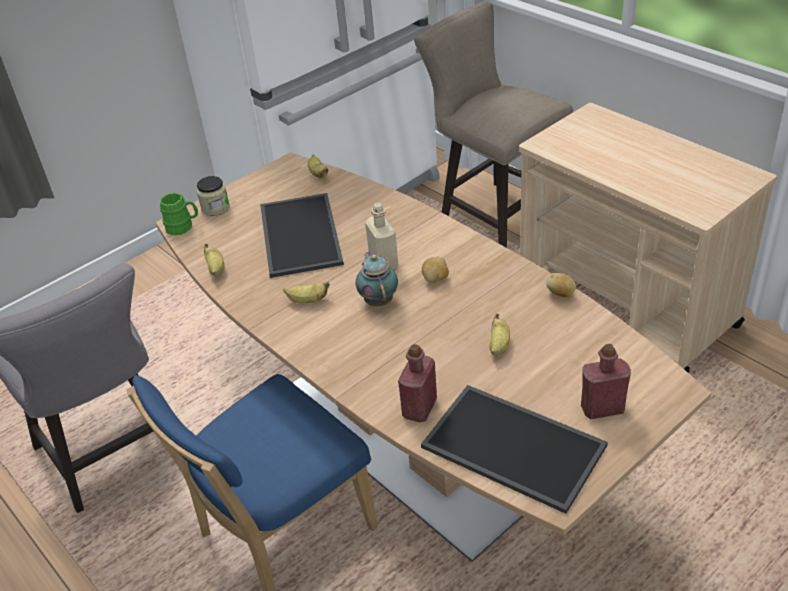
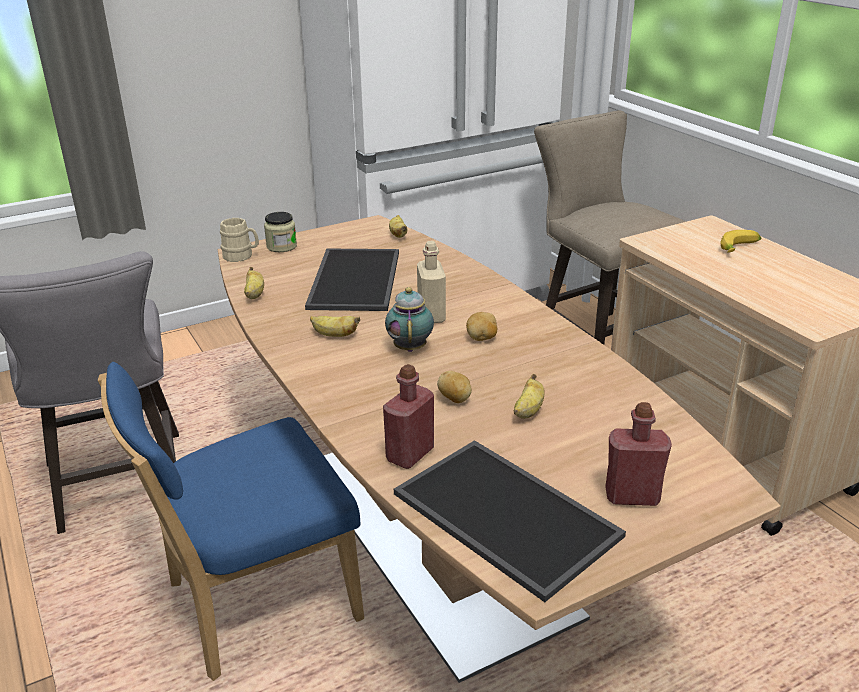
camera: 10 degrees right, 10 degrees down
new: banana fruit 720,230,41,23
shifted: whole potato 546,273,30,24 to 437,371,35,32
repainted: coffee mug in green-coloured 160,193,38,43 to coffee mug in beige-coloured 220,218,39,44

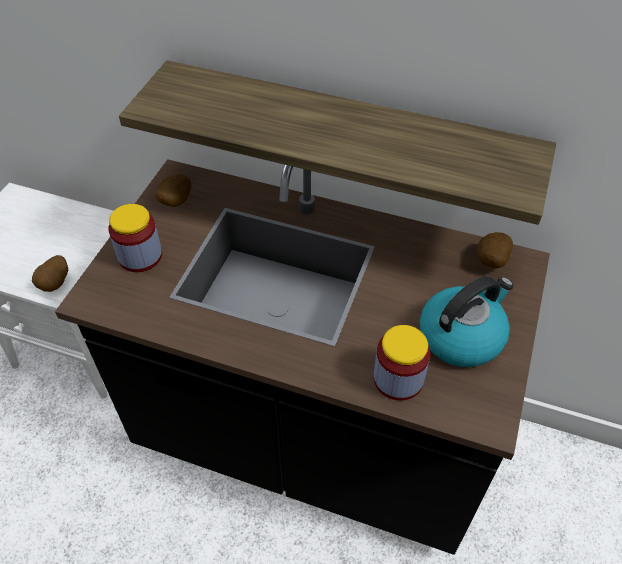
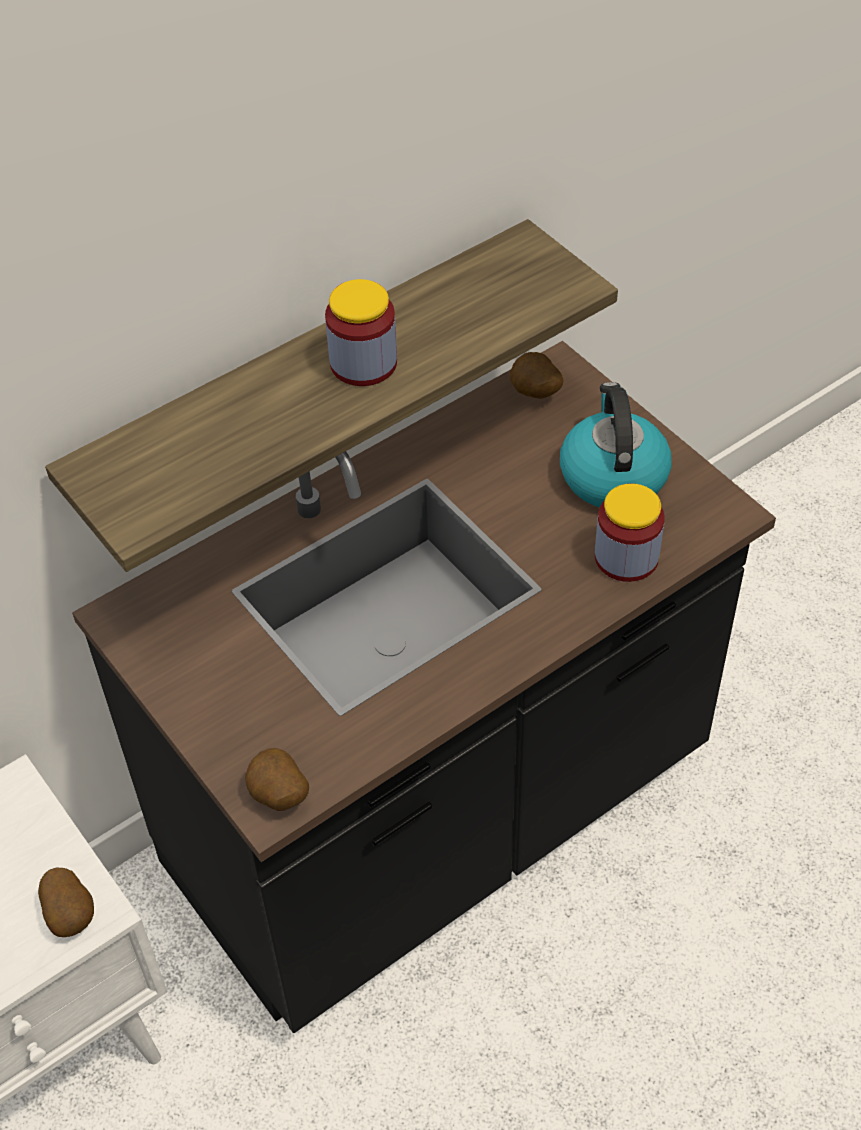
camera: 55 degrees left, 0 degrees up
shifted: whole potato 155,174,36,33 to 245,748,64,63; storage jar 108,204,54,68 to 325,279,72,107

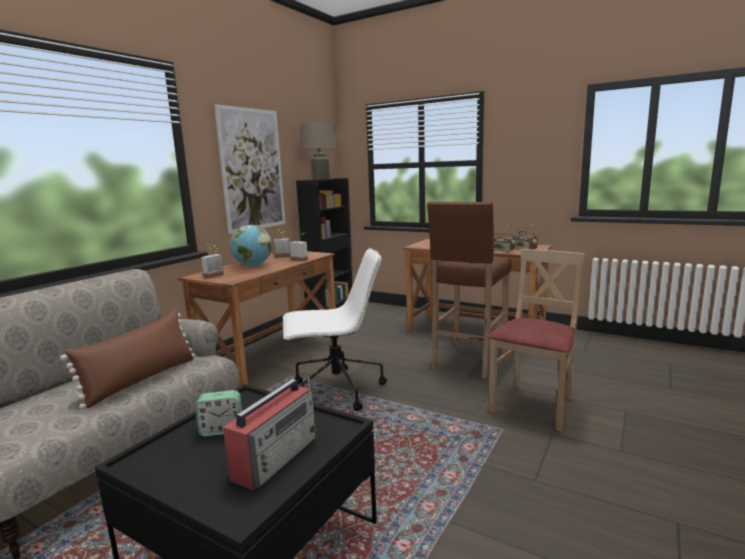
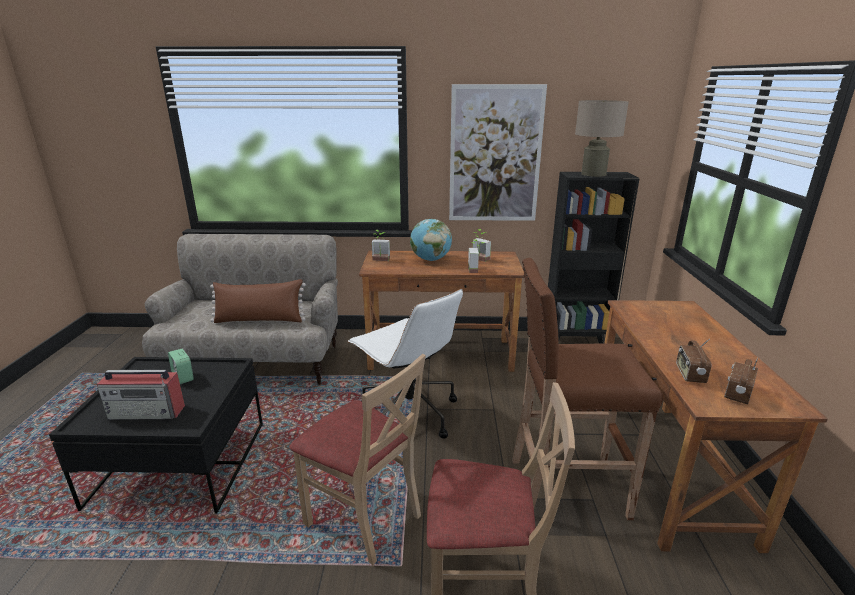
camera: 60 degrees right, 10 degrees up
new: chair in beige-coloured 289,354,137,213

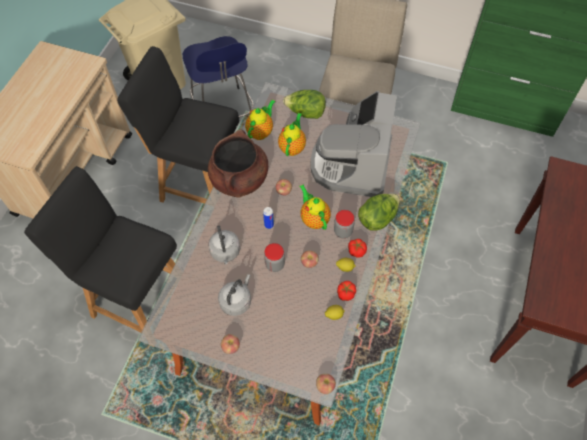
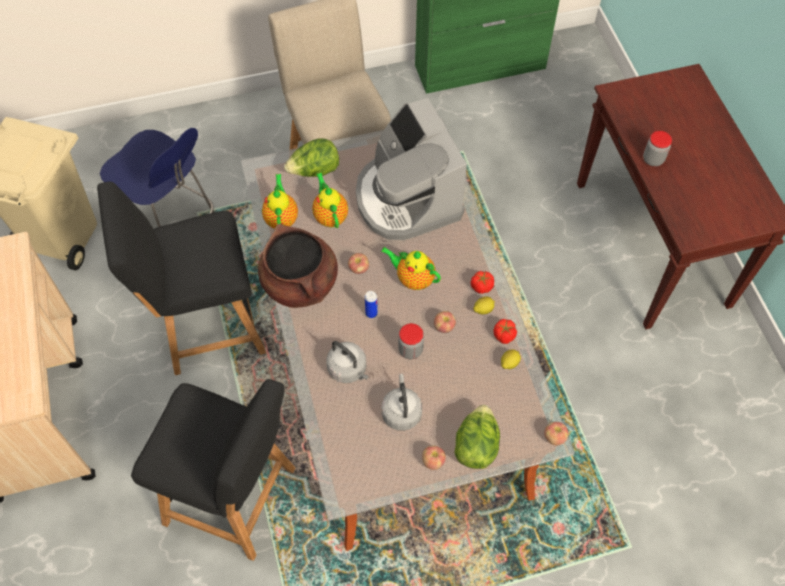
camera: 35 degrees left, 0 degrees up
shifted: lettuce head 358,194,42,37 to 454,405,46,64; storage jar 334,210,21,28 to 643,131,29,35
rotated: chair in black 24,166,153,181 = 131,379,164,182 150 degrees counterclockwise

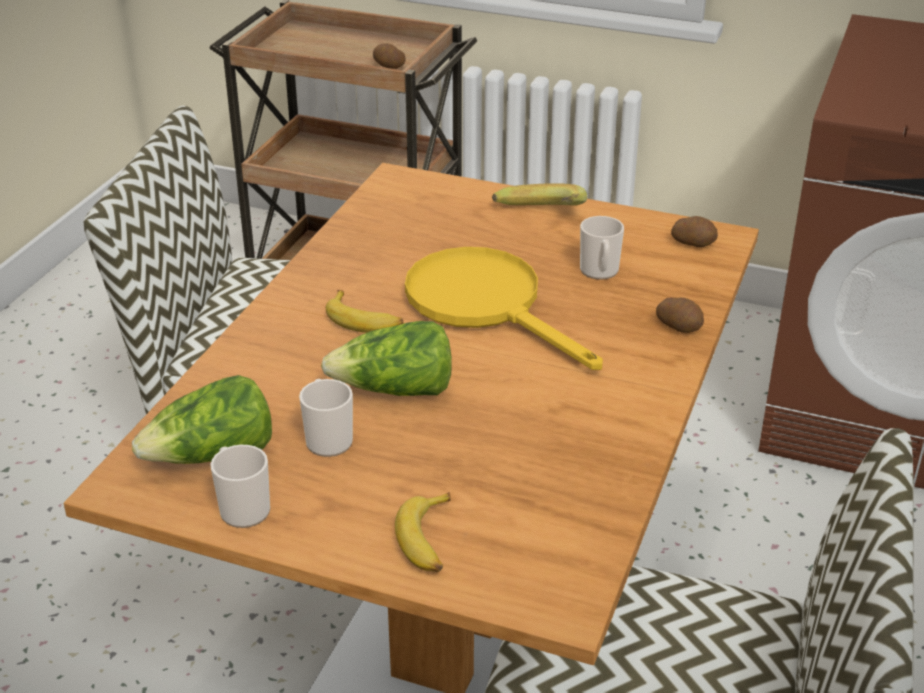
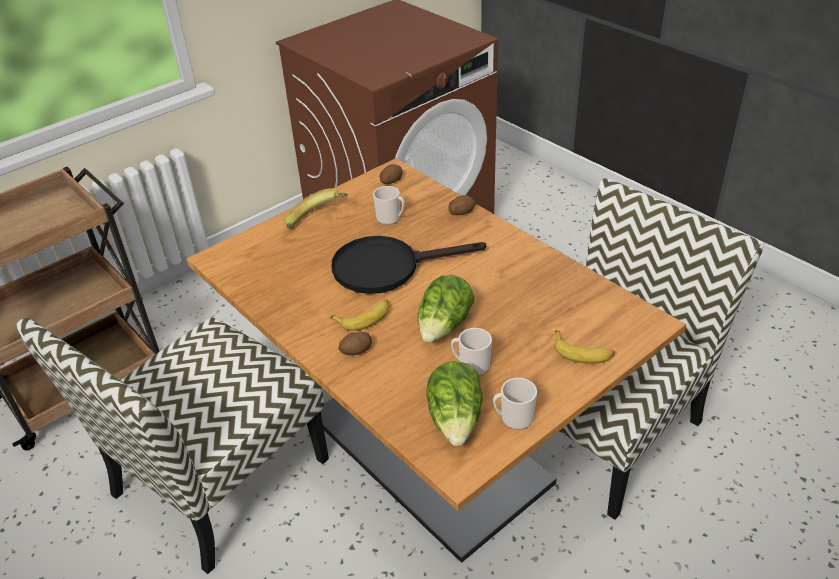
camera: 60 degrees left, 5 degrees up
shifted: whole potato 373,44,33,25 to 338,332,34,23
repainted: pan in yellowish 405,247,198,123 to pan in black 332,236,154,58

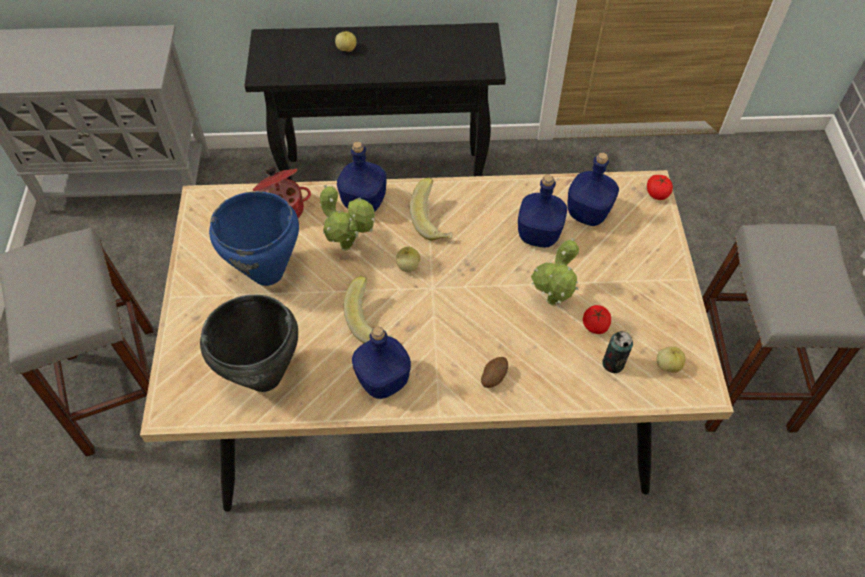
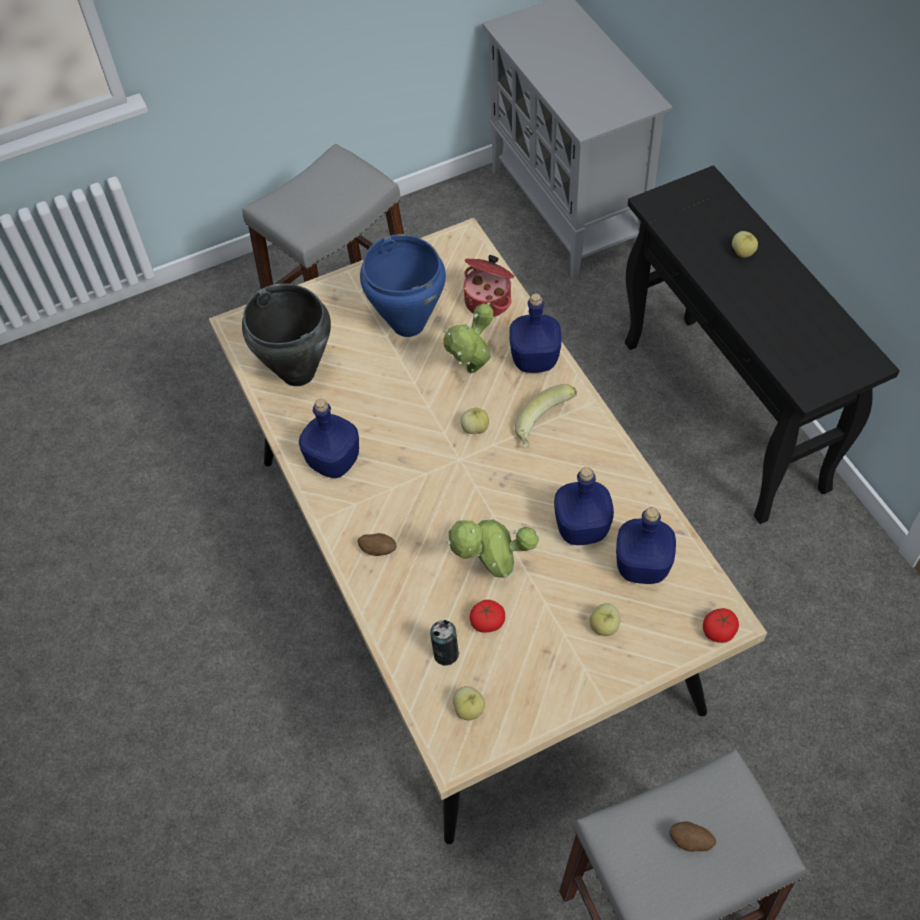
camera: 70 degrees right, 0 degrees up
gone: banana fruit 344,275,49,68
new: apple 590,603,30,33; whole potato 670,822,46,30

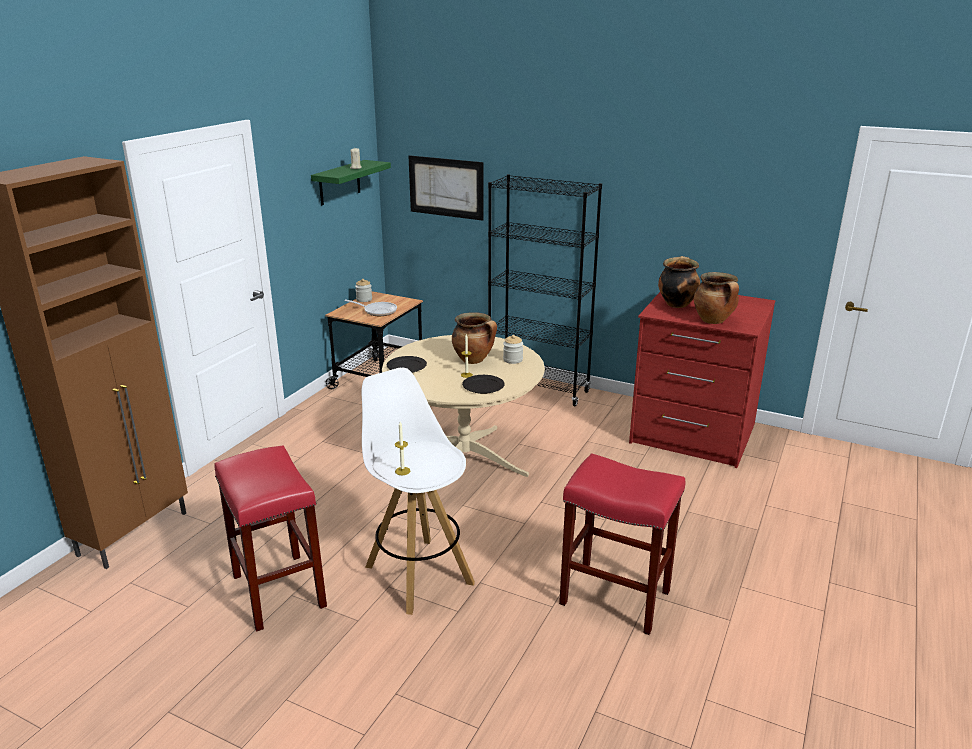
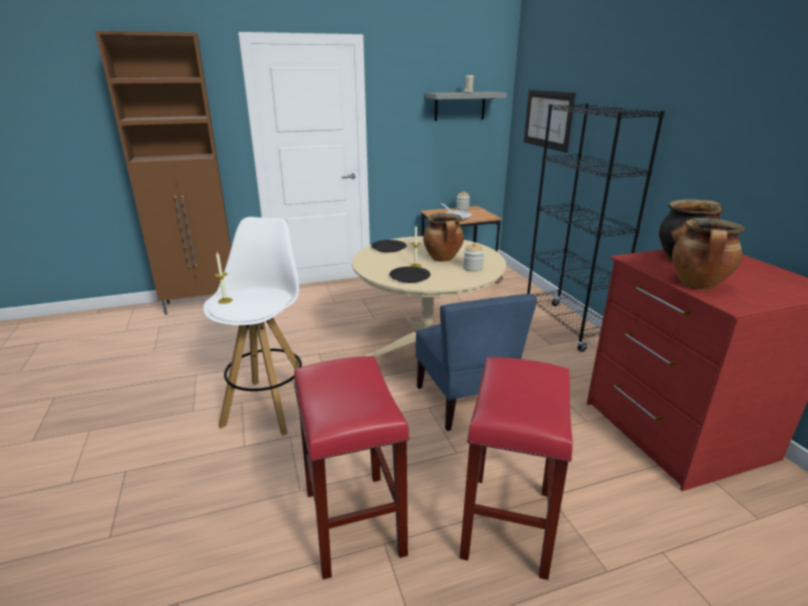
camera: 45 degrees right, 0 degrees up
new: chair in bluish 416,294,121,137
shifted: sitting stool in reddish 215,446,112,185 to 460,357,113,223
repainted: wall shelf in green-coloured 311,160,80,45 to wall shelf in grey 426,92,81,29

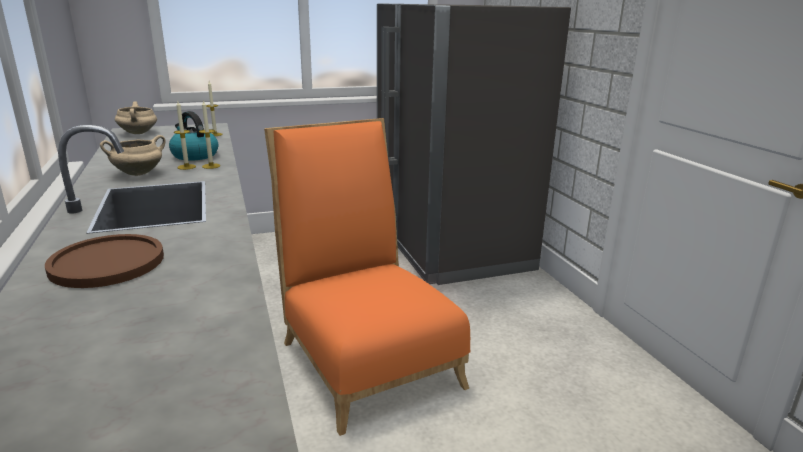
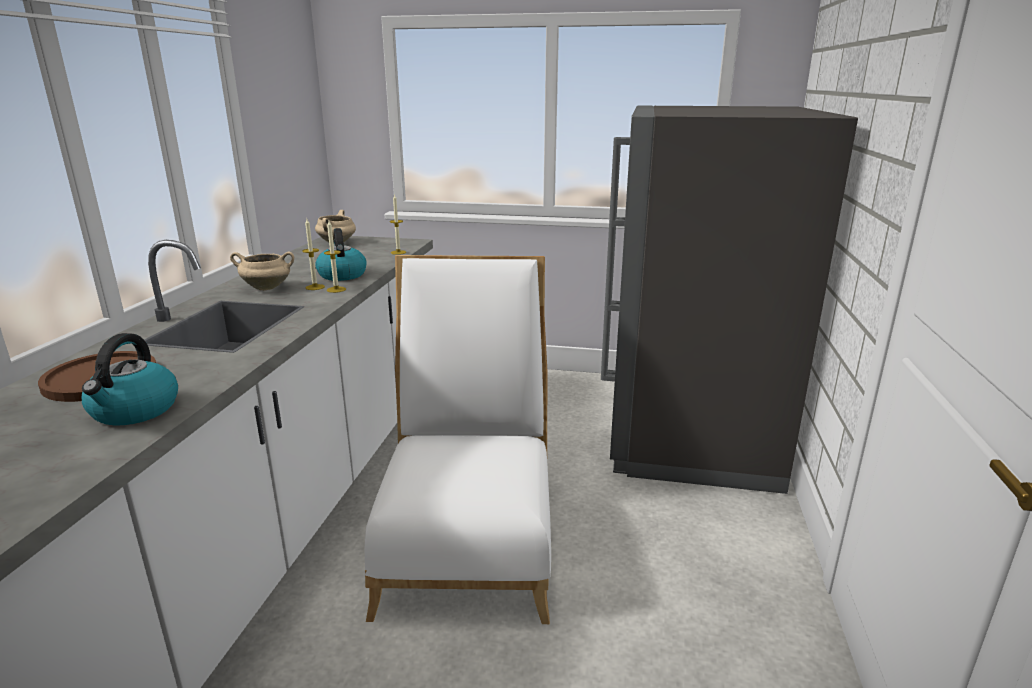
camera: 30 degrees right, 0 degrees up
new: kettle 82,333,96,93
repainted: chair in orange-coloured 264,118,206,318 to chair in whitish 365,255,186,369

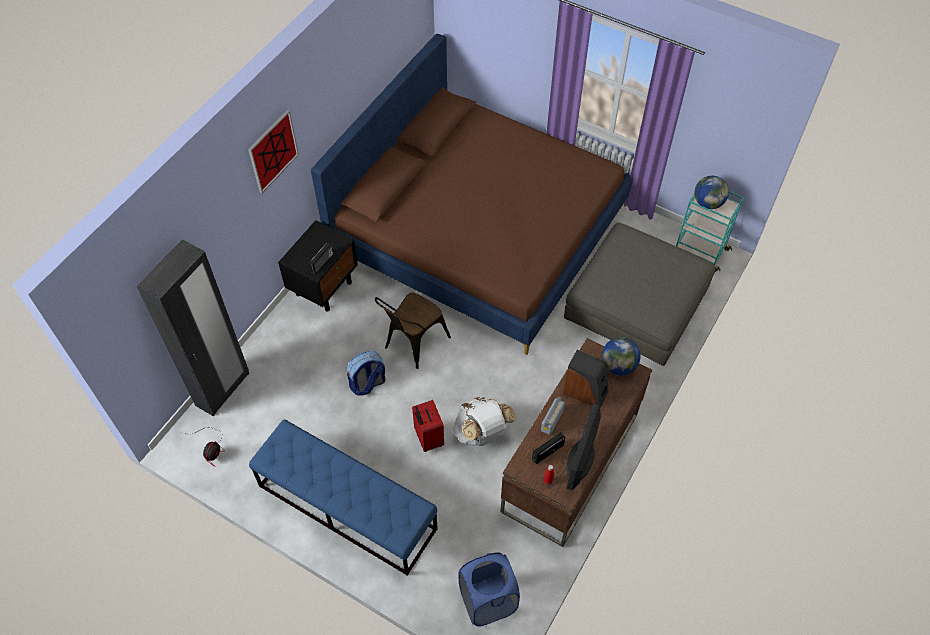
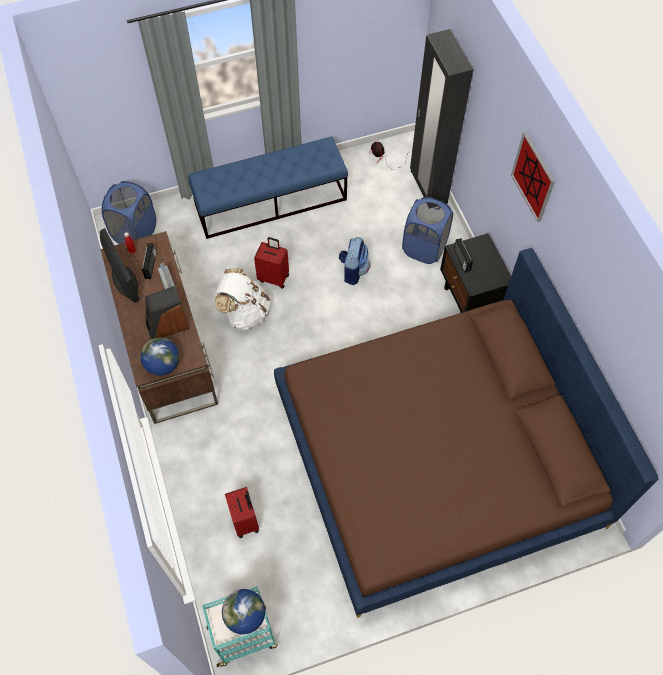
camera: 130 degrees right, 5 degrees up
gone: chair in brown 375,293,76,76
new: hamper in bluish 402,197,51,67
swapped: ottoman in grey 564,223,151,143 to travel case in reddish 225,487,34,51

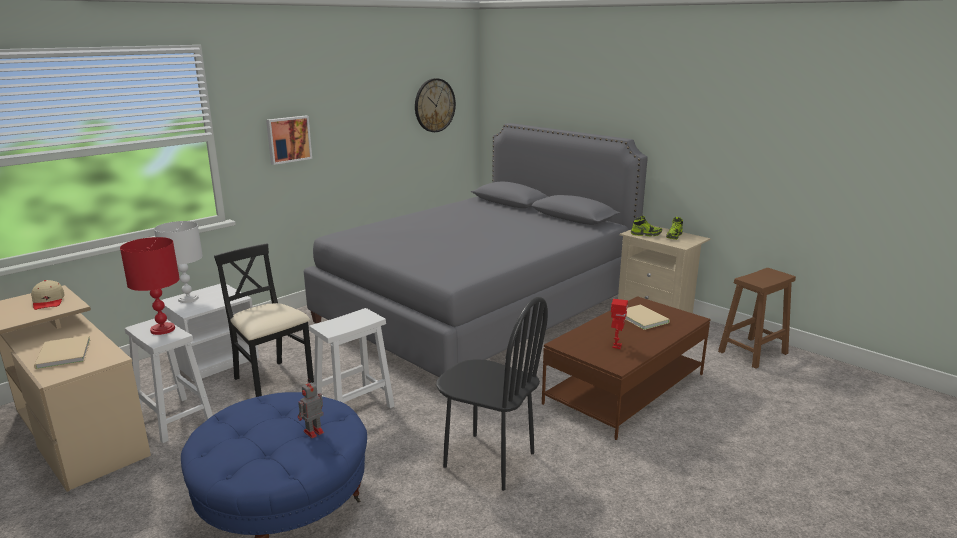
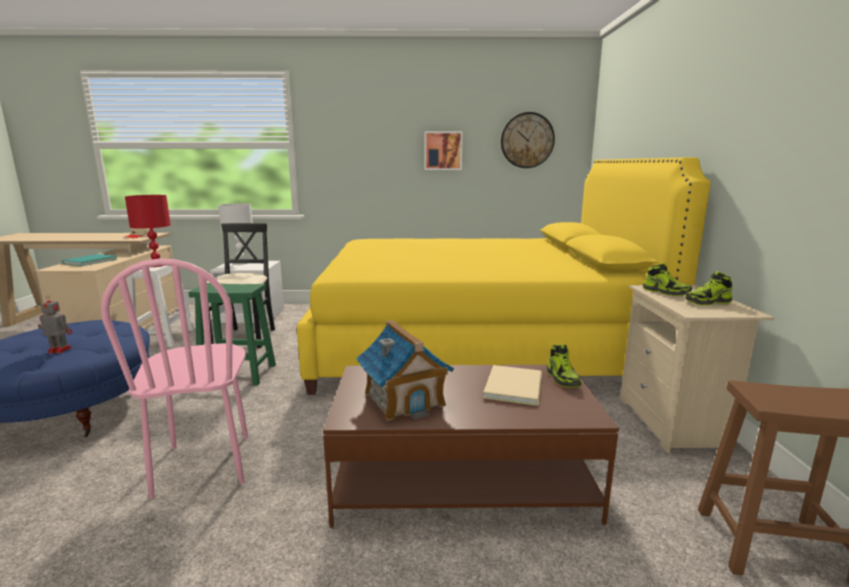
camera: 45 degrees right, 5 degrees down
new: item of footwear 547,344,34,43
shifted: wall picture 266,115,46,50 to 425,131,38,39
swapped: toy robot 611,299,17,50 to toy house 356,320,98,101
repainted: bedroom bed in grey 304,123,344,254 to bedroom bed in yellowish 297,157,414,238; chair in black 436,297,112,194 to chair in pink 101,259,147,240; sitting stool in whitish 309,308,86,100 to sitting stool in green-coloured 189,283,87,103; volume in beige-coloured 34,335,57,34 to volume in turquoise-coloured 62,254,56,12

